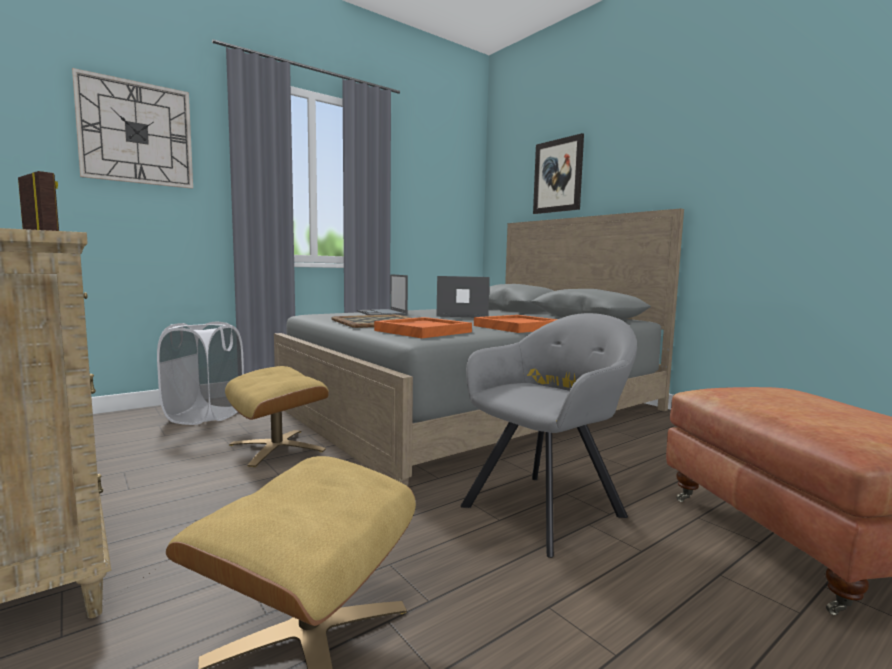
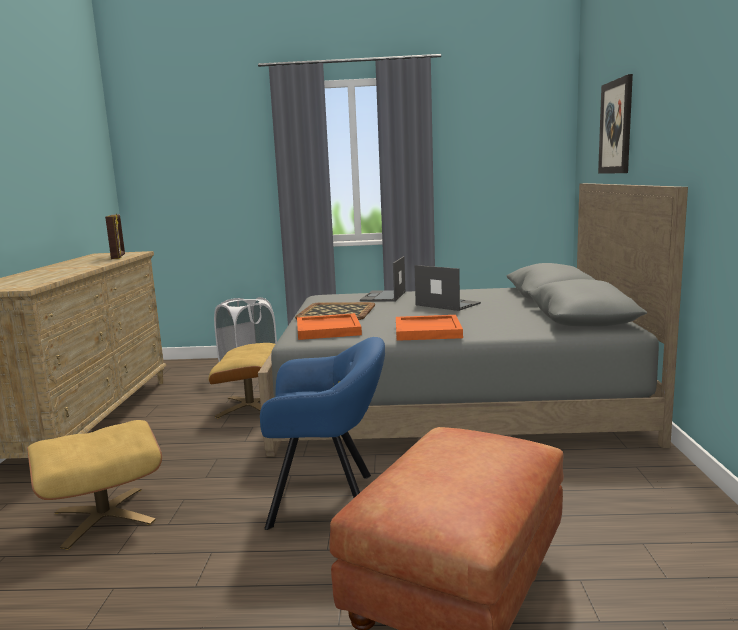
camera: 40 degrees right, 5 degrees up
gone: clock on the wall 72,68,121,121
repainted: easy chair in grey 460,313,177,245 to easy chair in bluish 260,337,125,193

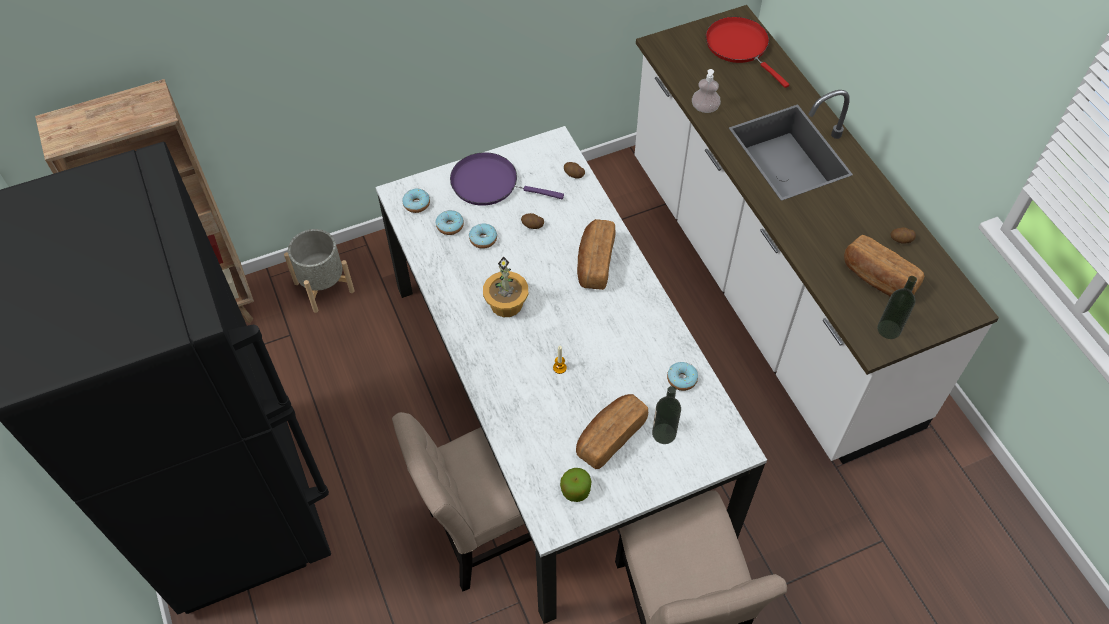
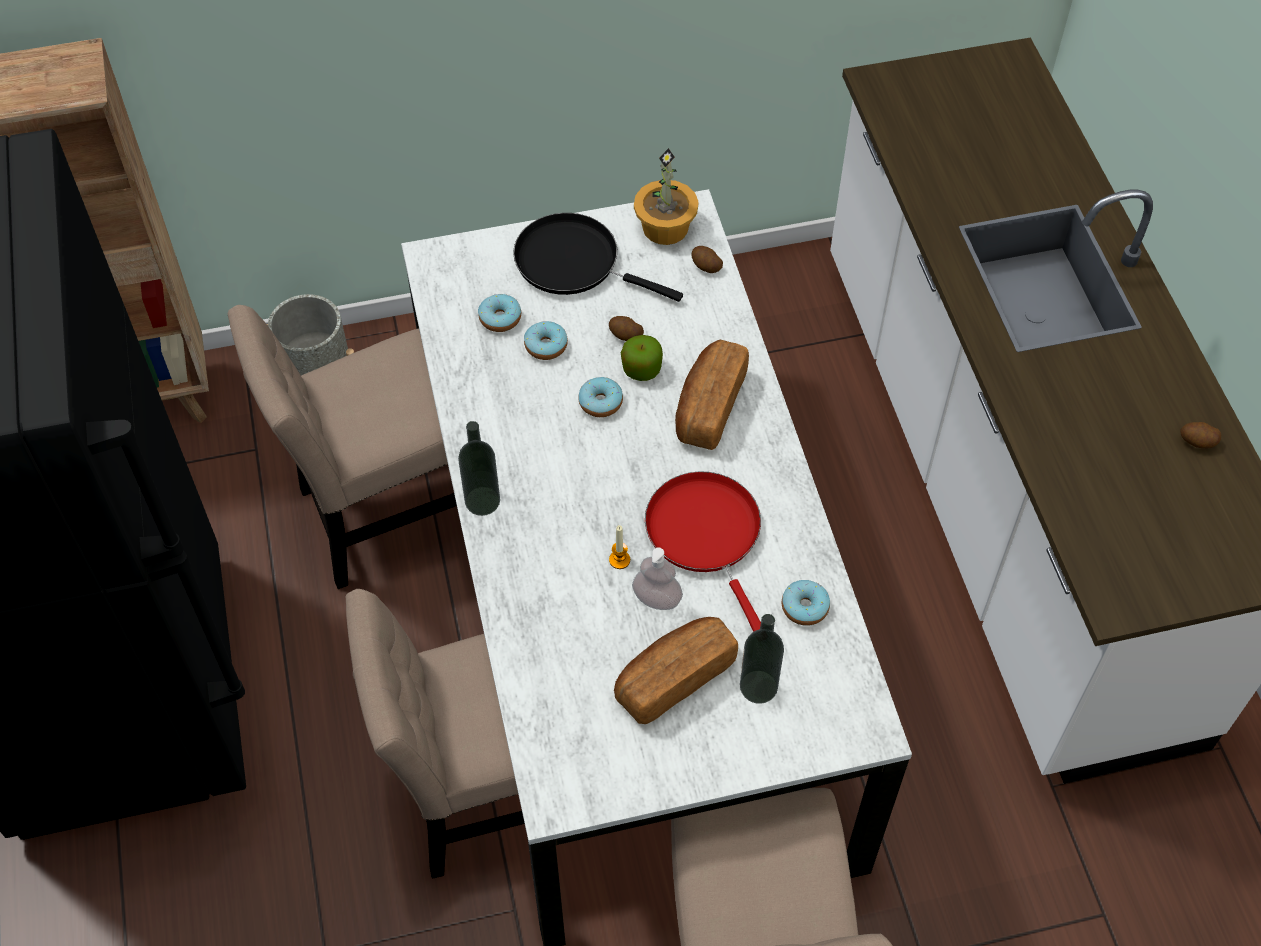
camera: 10 degrees right, 0 degrees up
gone: bakery bread 844,235,80,62
new: chair in beige-coloured 228,305,229,284
shifted: pan in reddish 706,17,83,71 to 645,471,116,161; liquid soap bottle 692,69,29,44 to 632,547,51,63; donut 403,188,27,25 to 578,377,45,40; houseplant 483,256,45,61 to 634,148,65,97; drink bottle 877,276,40,63 to 458,421,42,95; apple 560,468,32,34 to 621,335,42,46
repainted: pan in purple 450,152,114,54 to pan in black 513,213,170,89

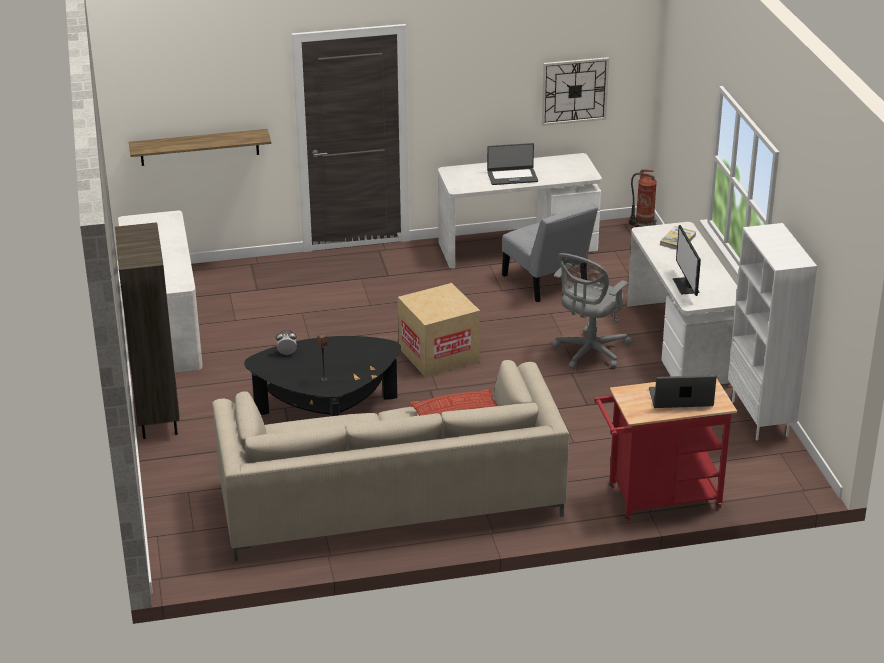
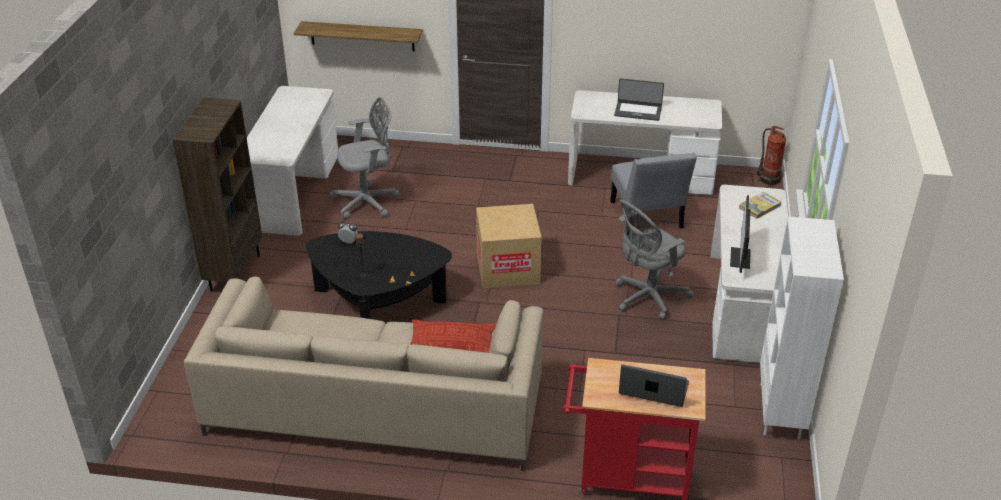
camera: 20 degrees right, 5 degrees up
gone: clock on the wall 542,57,67,69
new: office chair in grey 329,97,71,122

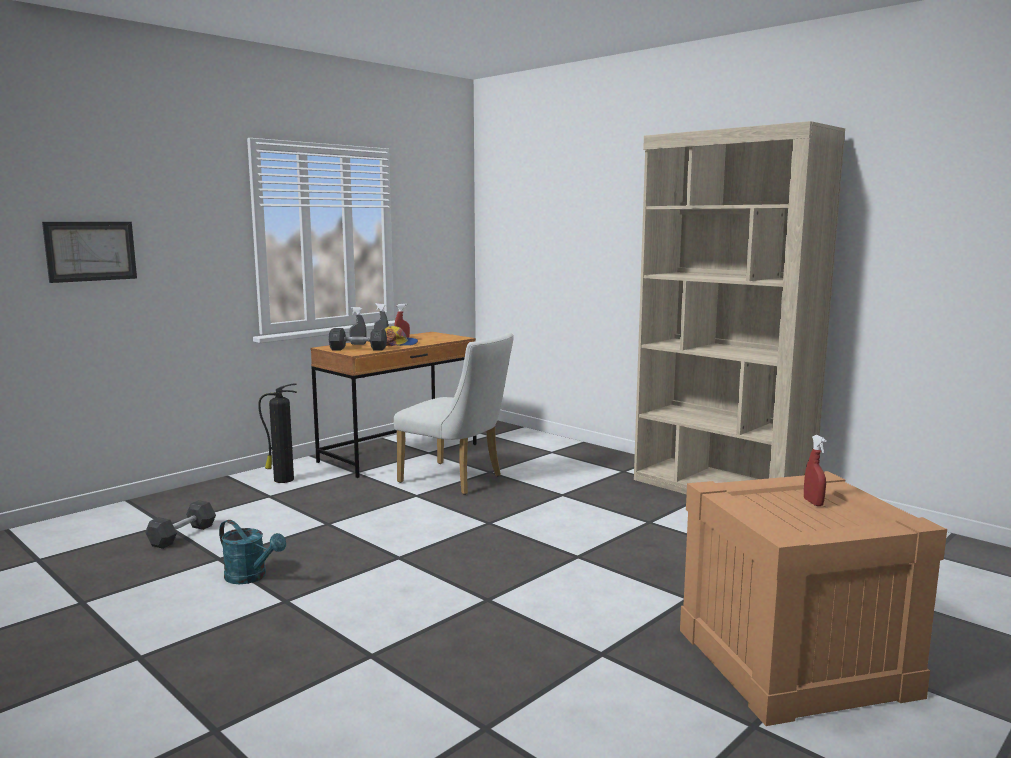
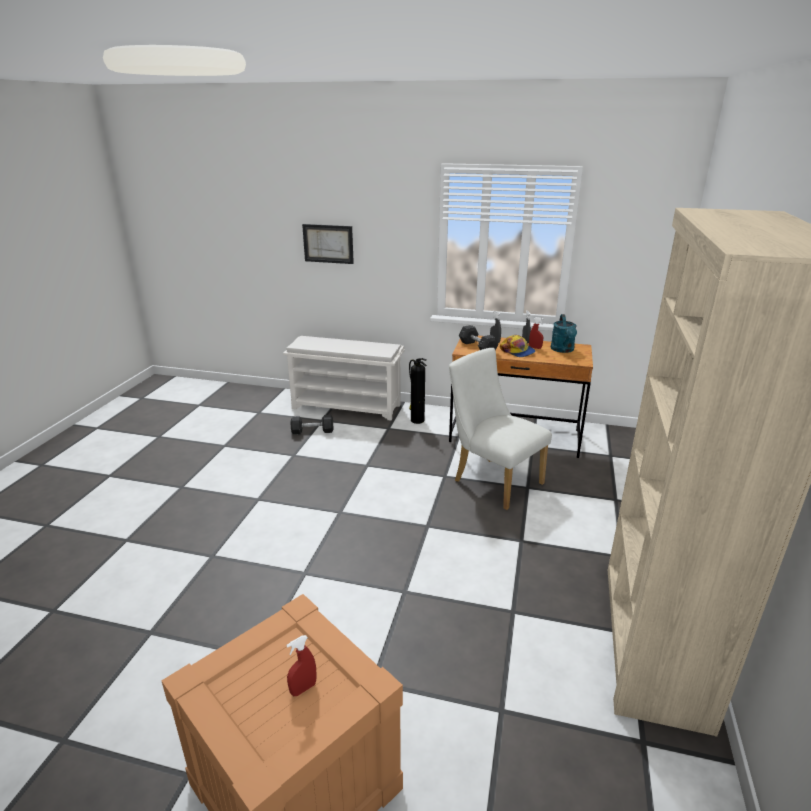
camera: 60 degrees right, 15 degrees up
new: shoe rack in whitish 283,336,122,85
shifted: watering can in turquoise-coloured 219,520,67,64 to 551,314,26,39
rotated: chair in whitish 394,333,120,162 = 449,348,103,162 135 degrees clockwise

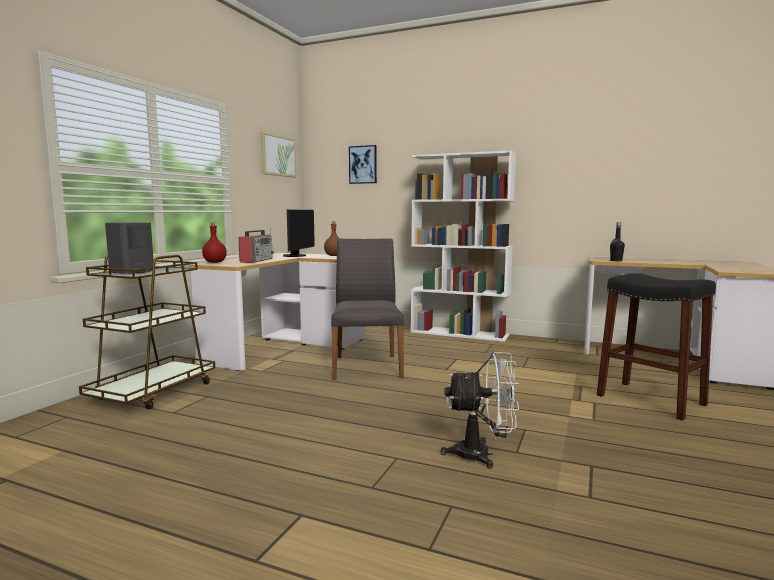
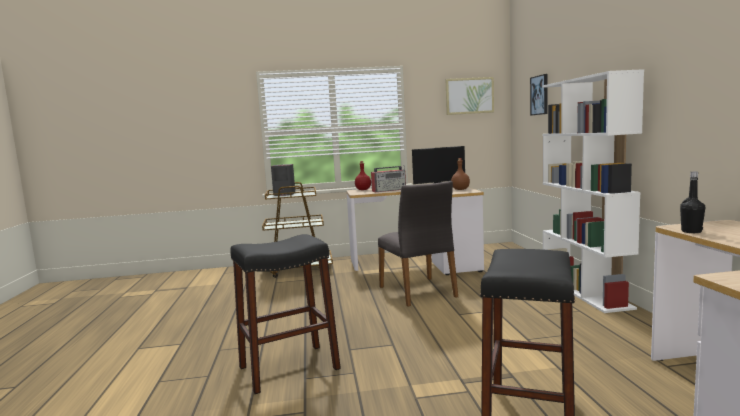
camera: 60 degrees right, 0 degrees up
swapped: electric fan in whitish 441,352,78,117 to sitting stool in black 230,234,111,160
rotated: chair in grey 331,238,73,142 = 378,181,80,125 105 degrees clockwise

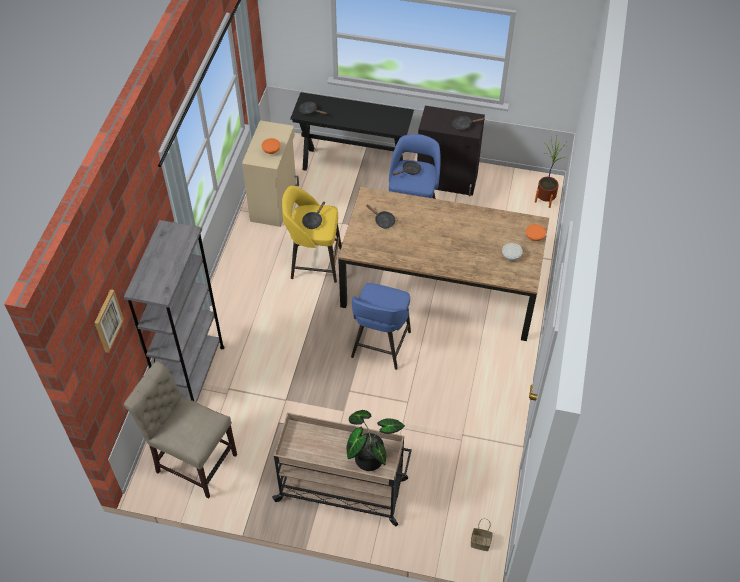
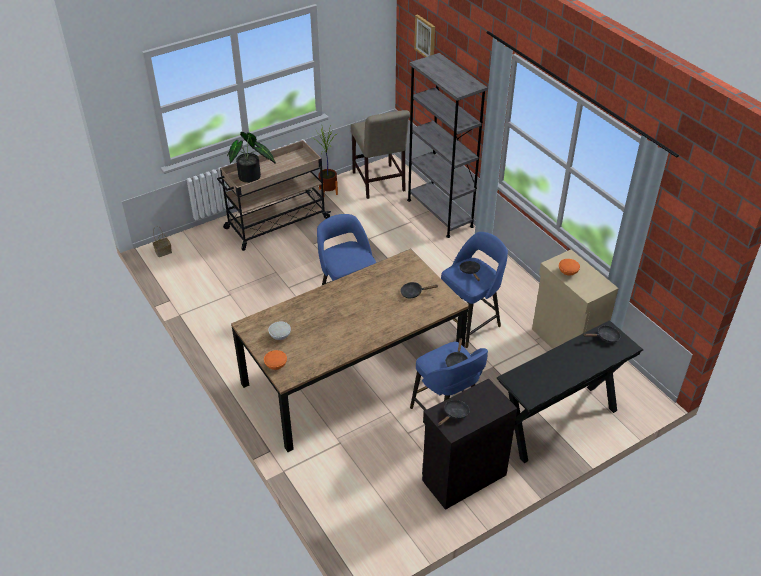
camera: 135 degrees right, 10 degrees down
shifted: houseplant 535,136,33,72 to 312,124,26,71
repainted: sitting stool in yellowish 282,186,60,97 to sitting stool in bluish 441,232,67,116
rotated: chair in beige-coloured 124,361,113,138 = 351,110,59,89 90 degrees clockwise

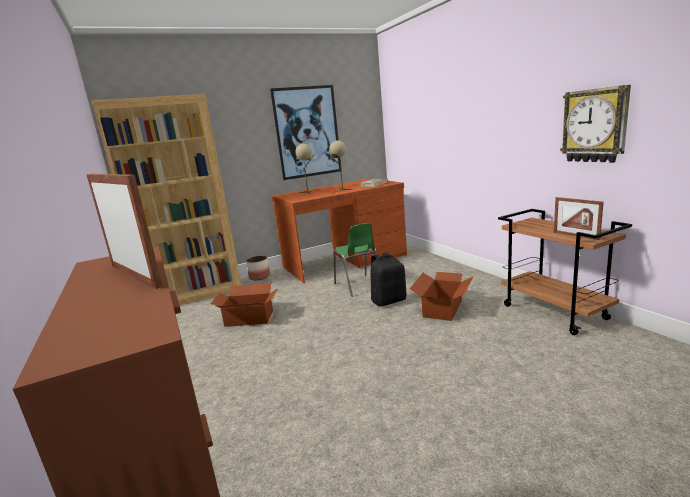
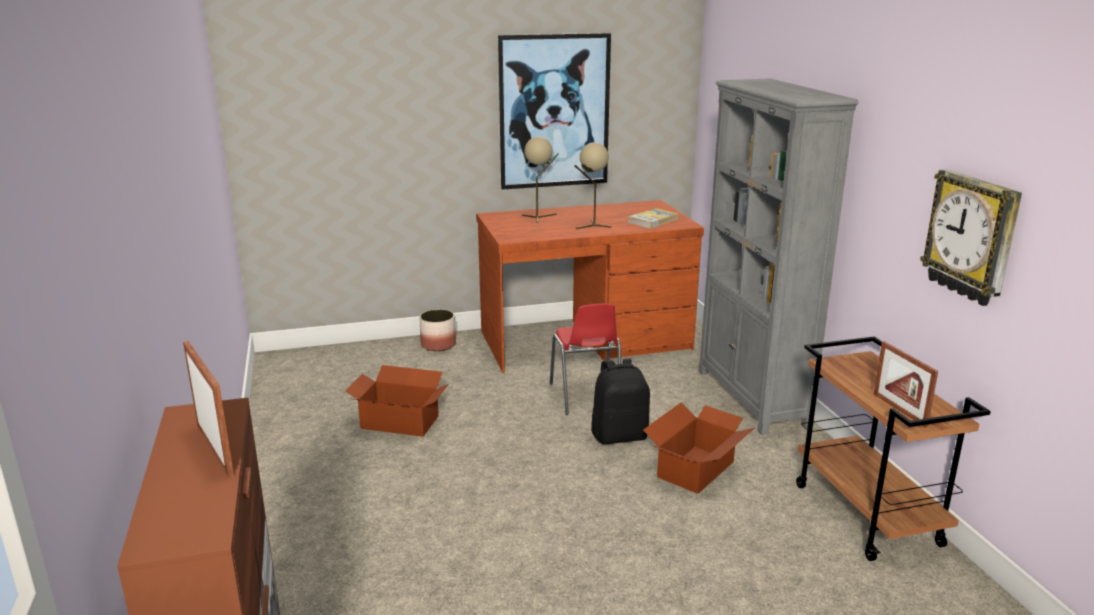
camera: 10 degrees right, 5 degrees up
gone: bookshelf in brown 92,94,149,211
new: bookshelf in grey 699,78,160,357
repainted: chair in green-coloured 334,223,43,74 to chair in reddish 550,303,71,112

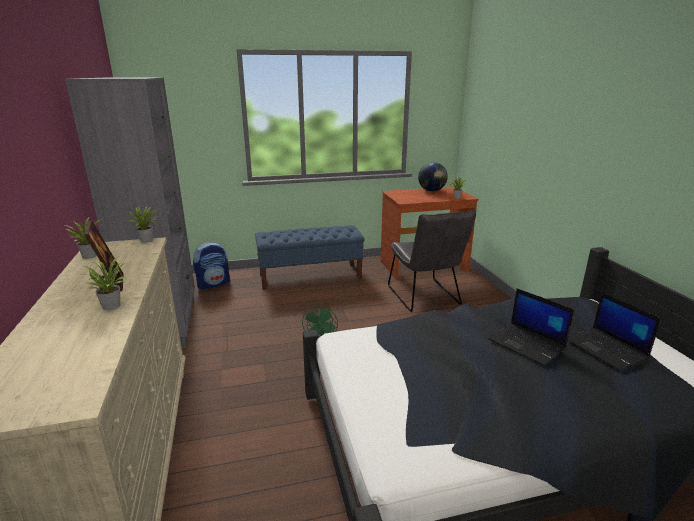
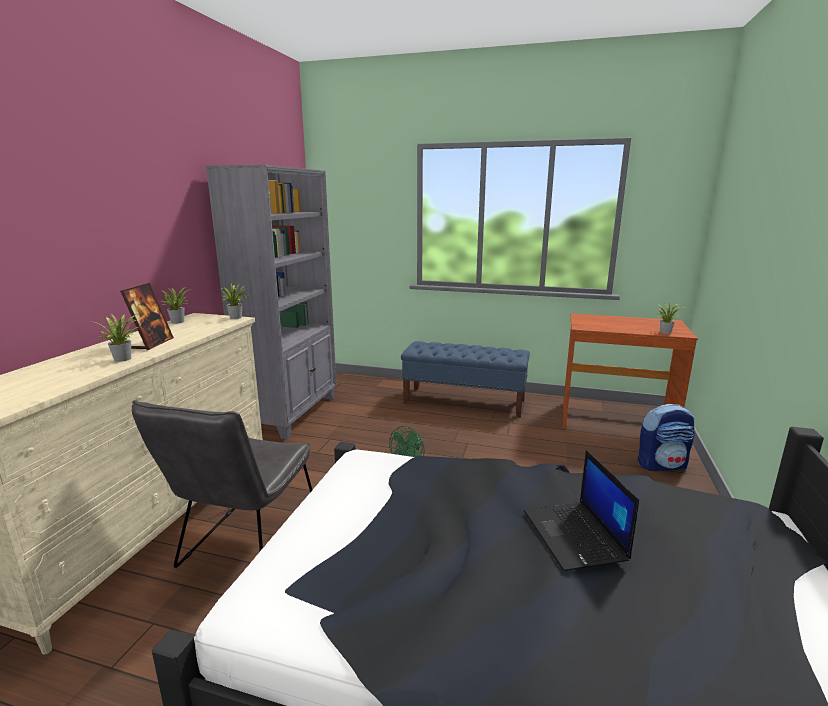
camera: 30 degrees right, 5 degrees down
gone: desk globe 418,162,30,29; portable computer 568,292,93,79
shifted: chair in grey 388,209,88,103 to 132,400,180,168; rucksack 193,242,37,47 to 638,404,57,67

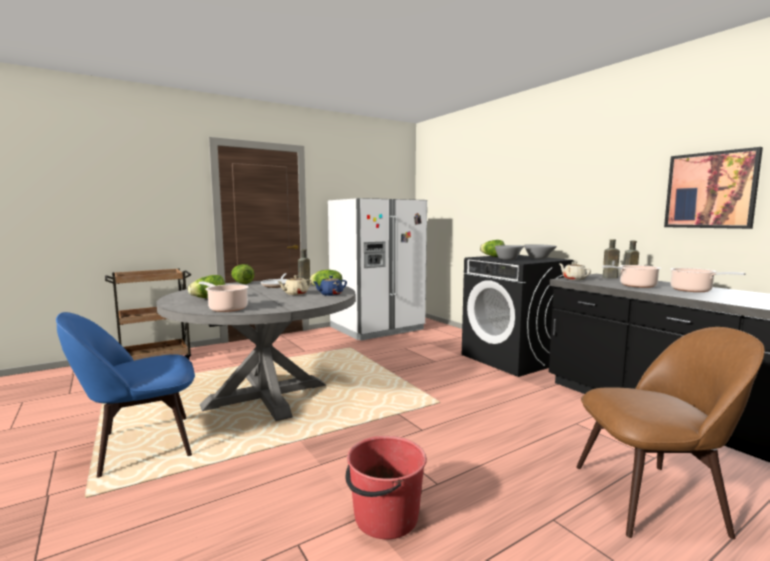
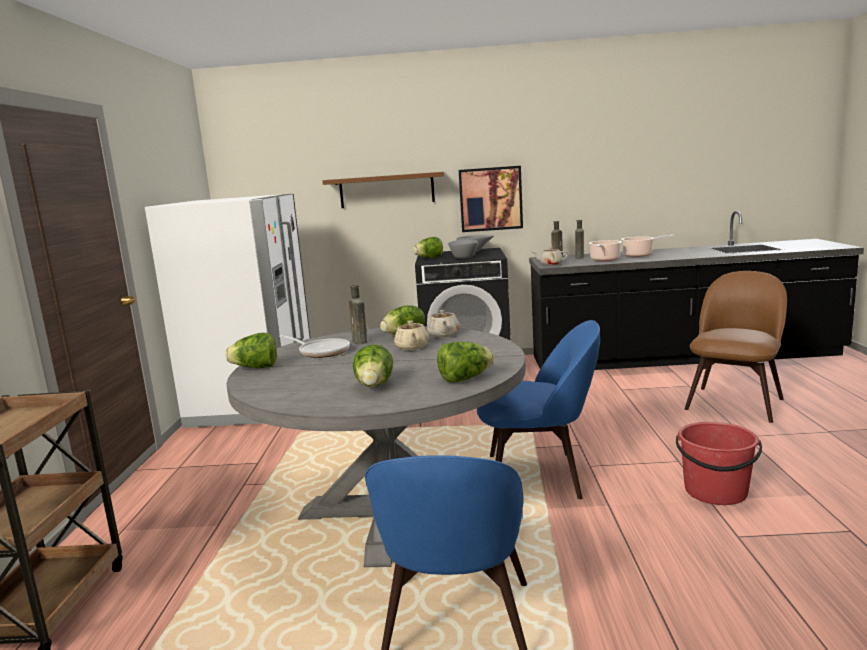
camera: 55 degrees left, 5 degrees up
new: wall shelf in brown 322,172,122,36; chair in bluish 477,320,123,179
shifted: wall picture 664,147,99,82 to 459,166,64,66
swapped: saucepot 199,282,50,30 to lettuce head 437,342,57,40
repainted: pot for tea in bluish 313,276,34,20 to pot for tea in beige-coloured 427,310,33,28

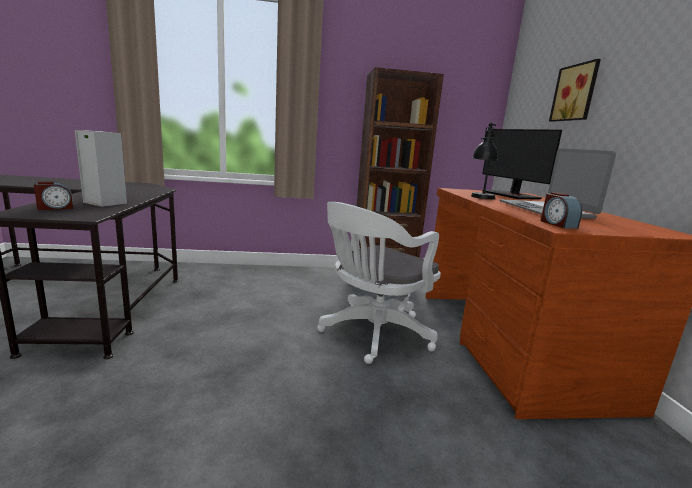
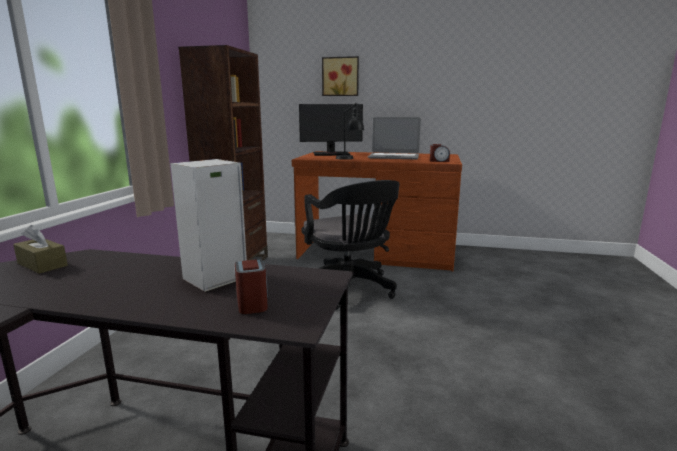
camera: 70 degrees left, 0 degrees up
new: tissue box in brown 13,225,55,49
repainted: office chair in whitish 317,202,124,162 to office chair in black 302,180,97,130

